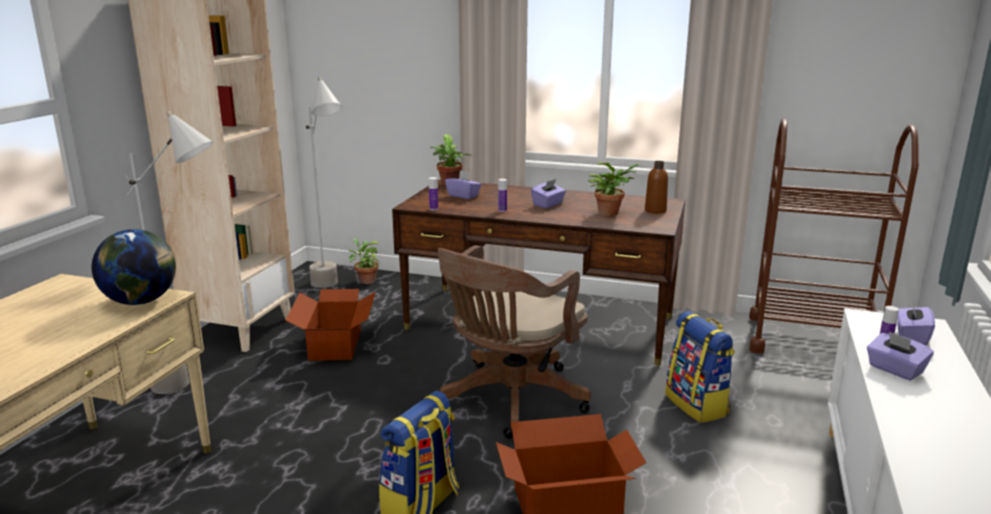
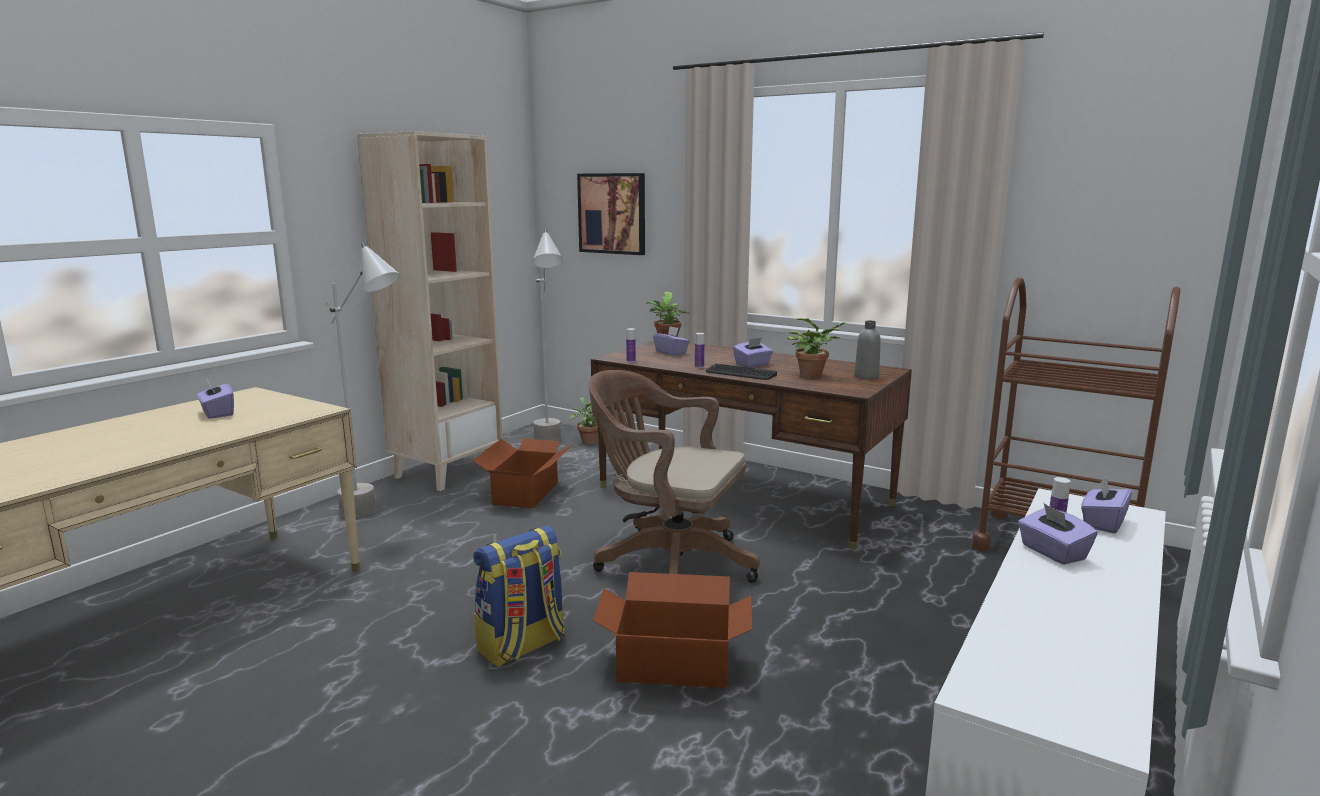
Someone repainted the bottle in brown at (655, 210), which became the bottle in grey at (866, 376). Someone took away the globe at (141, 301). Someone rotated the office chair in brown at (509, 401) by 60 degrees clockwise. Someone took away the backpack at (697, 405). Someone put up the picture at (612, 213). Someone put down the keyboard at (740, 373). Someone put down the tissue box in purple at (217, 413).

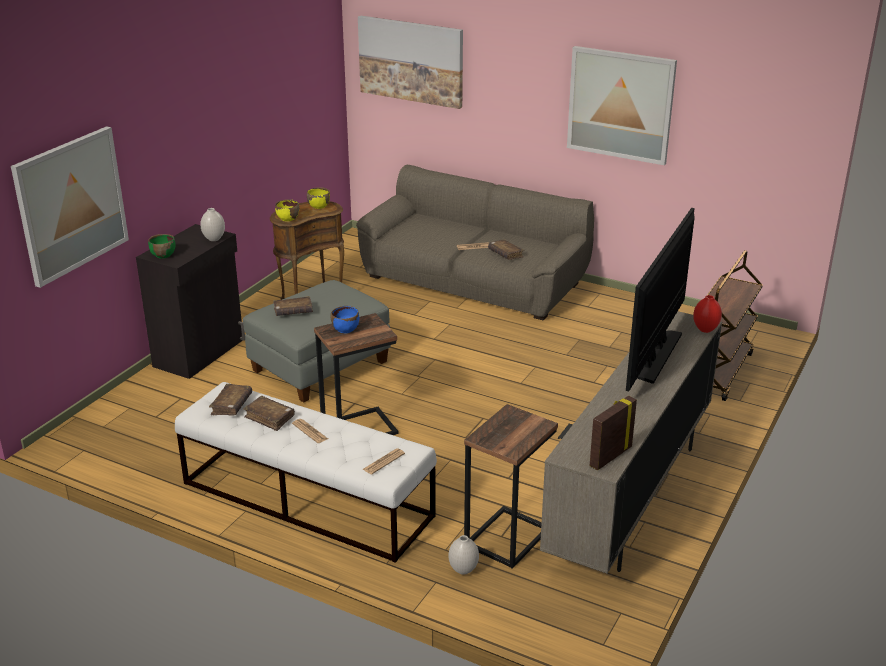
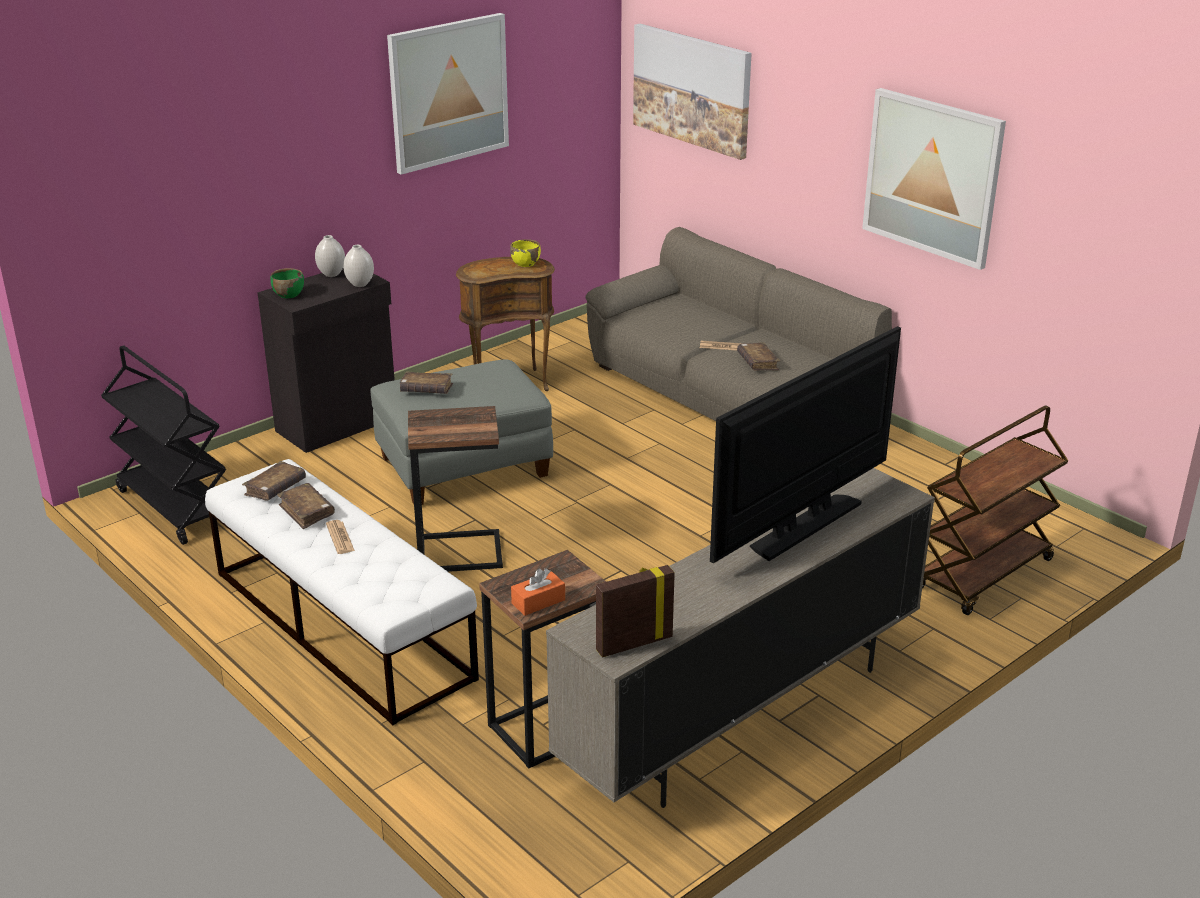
Someone carried the picture from (71, 205) to (448, 92). Someone took away the bowl in yellow at (288, 218). Someone took away the vase in red at (705, 330). Someone took away the bowl in blue at (345, 329). Someone took away the newspaper at (383, 462). Someone carried the vase in white from (464, 570) to (332, 274). Someone put down the cart in black at (174, 507). Someone put down the tissue box in orange at (538, 602).

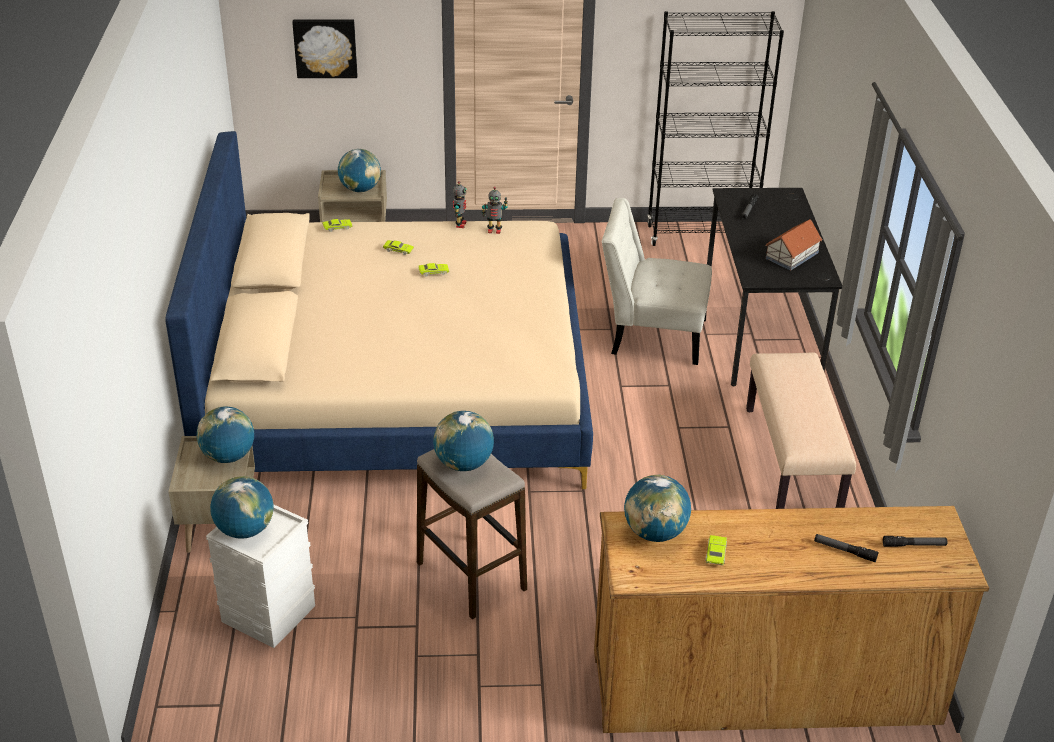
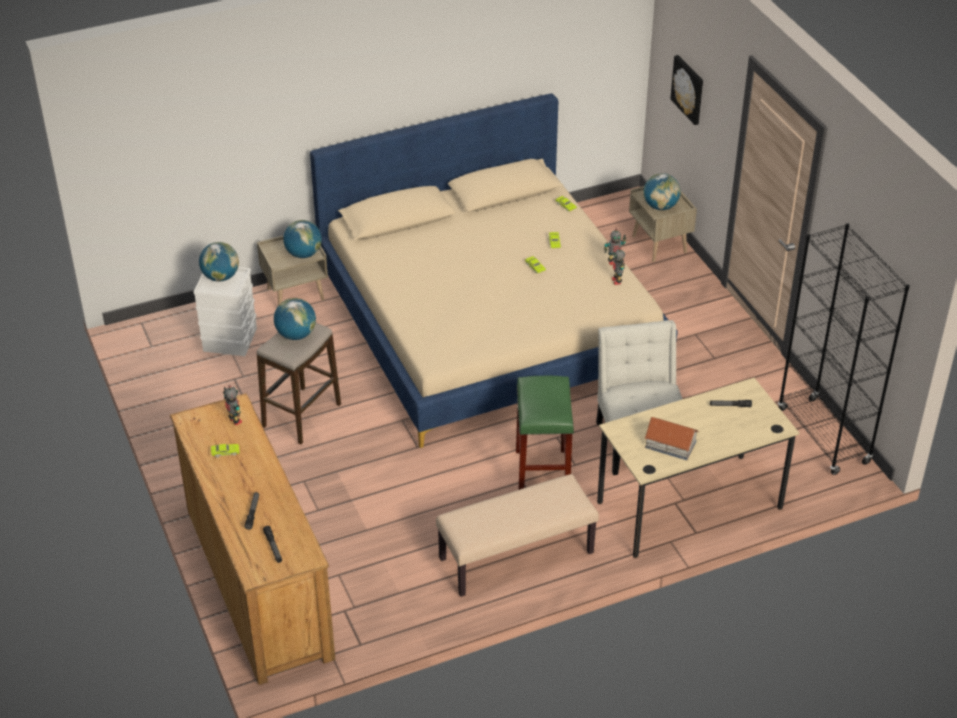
Someone repainted the desk in black at (760, 332), which became the desk in beige at (689, 505). Someone swapped the globe at (655, 533) for the toy robot at (234, 421). Someone put down the stool in green at (543, 474).

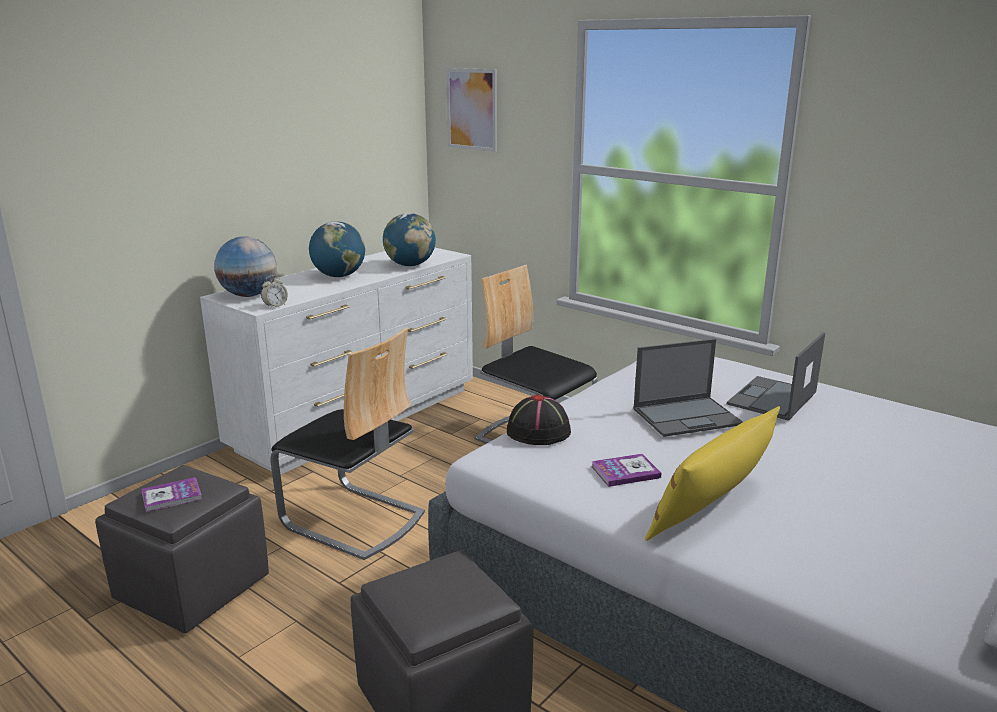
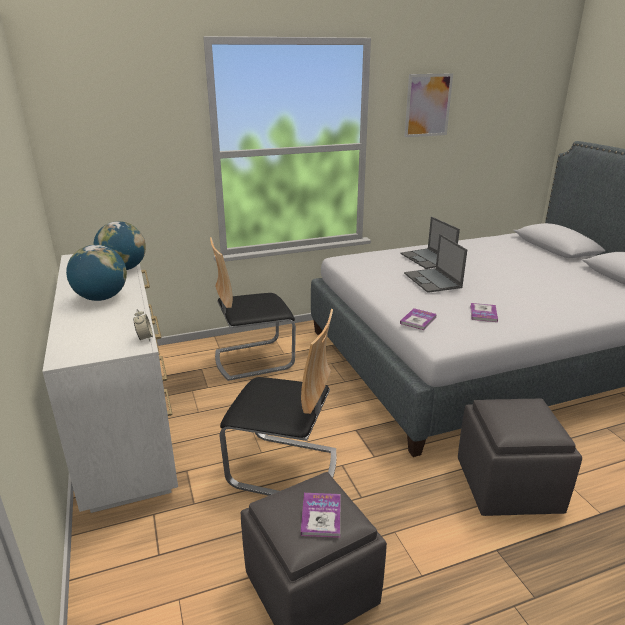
Someone carried the picture from (472, 109) to (428, 105). Someone took away the globe at (249, 295). Someone rotated the chair at (353, 520) by 45 degrees clockwise. Someone rotated the laptop at (688, 416) by 150 degrees clockwise. Someone swapped the hat in black at (539, 431) for the book at (418, 320). Someone took away the pillow in yellow at (712, 508).

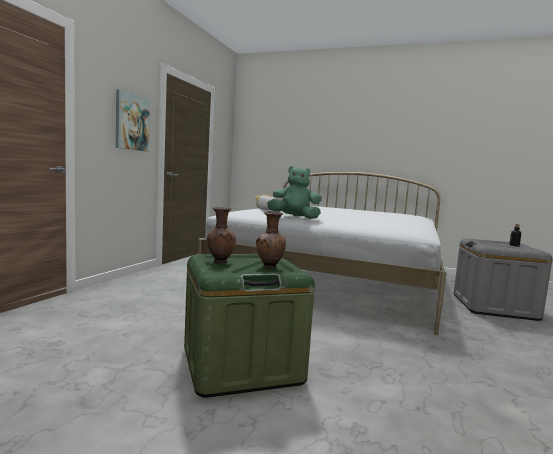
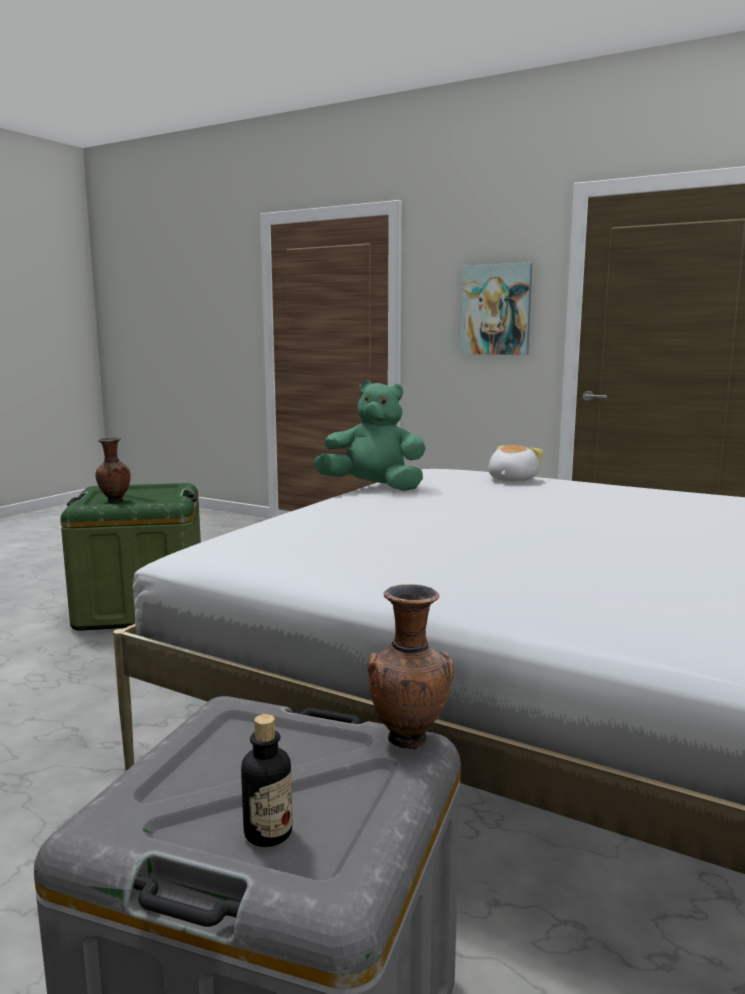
Someone rotated the plush toy in green at (294, 217) by 90 degrees counterclockwise. Someone carried the vase in brown from (219, 262) to (409, 739).

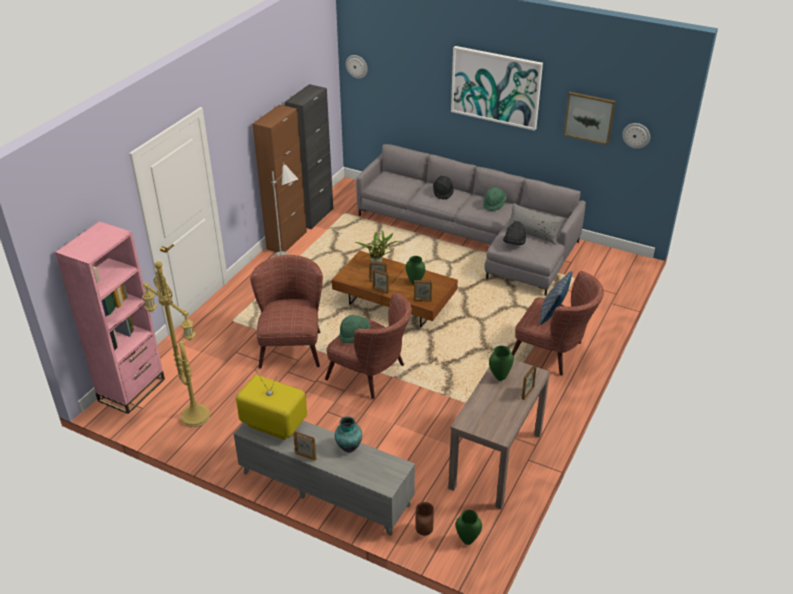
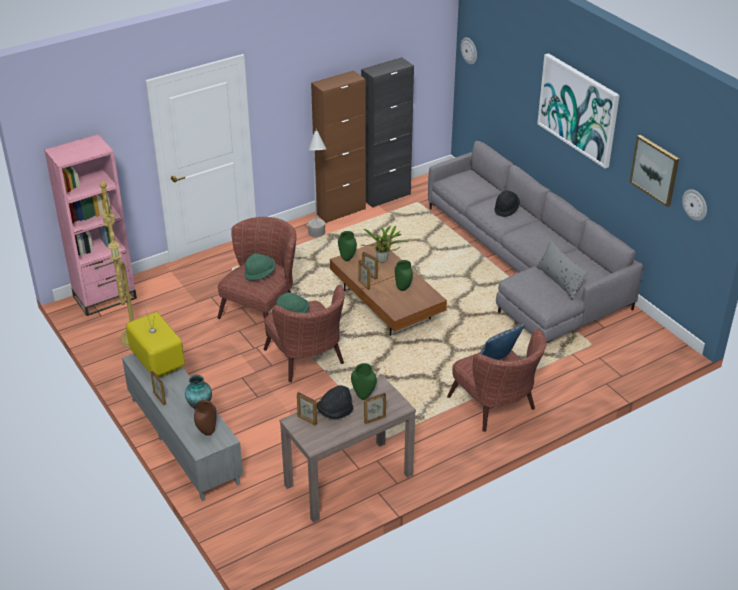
Someone carried the hat in green from (494, 205) to (260, 274). Someone carried the hat in black from (514, 243) to (335, 412). Someone carried the picture frame from (422, 300) to (307, 420). Someone carried the vase in brown from (423, 532) to (207, 432). Someone carried the vase in green from (467, 540) to (347, 259).

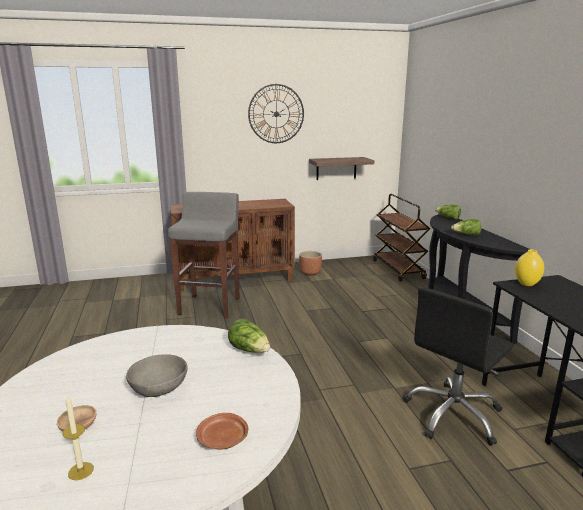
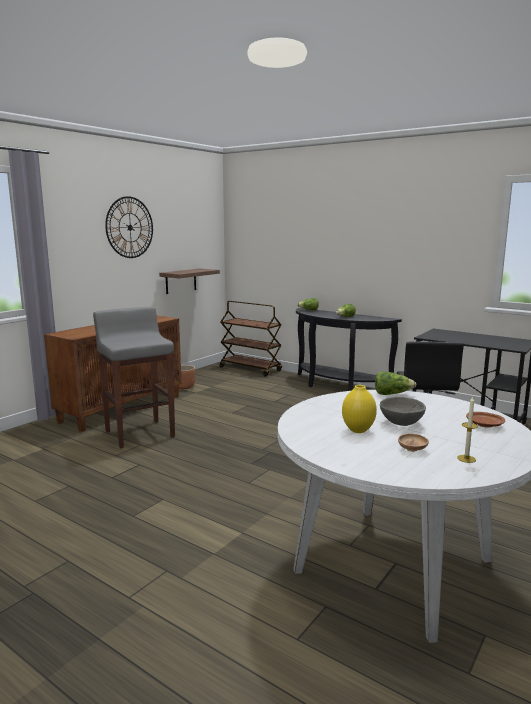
Someone carried the vase in yellow from (526, 284) to (358, 430).

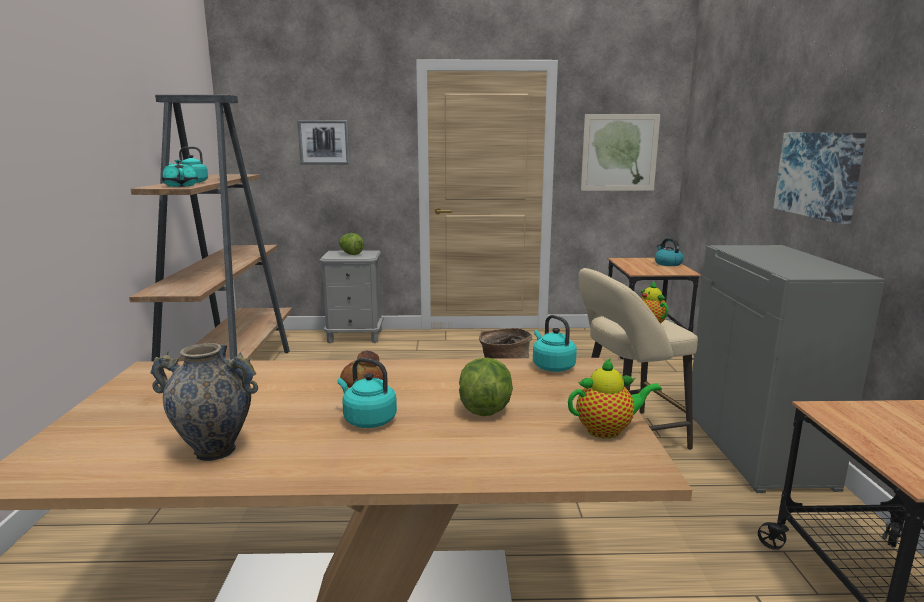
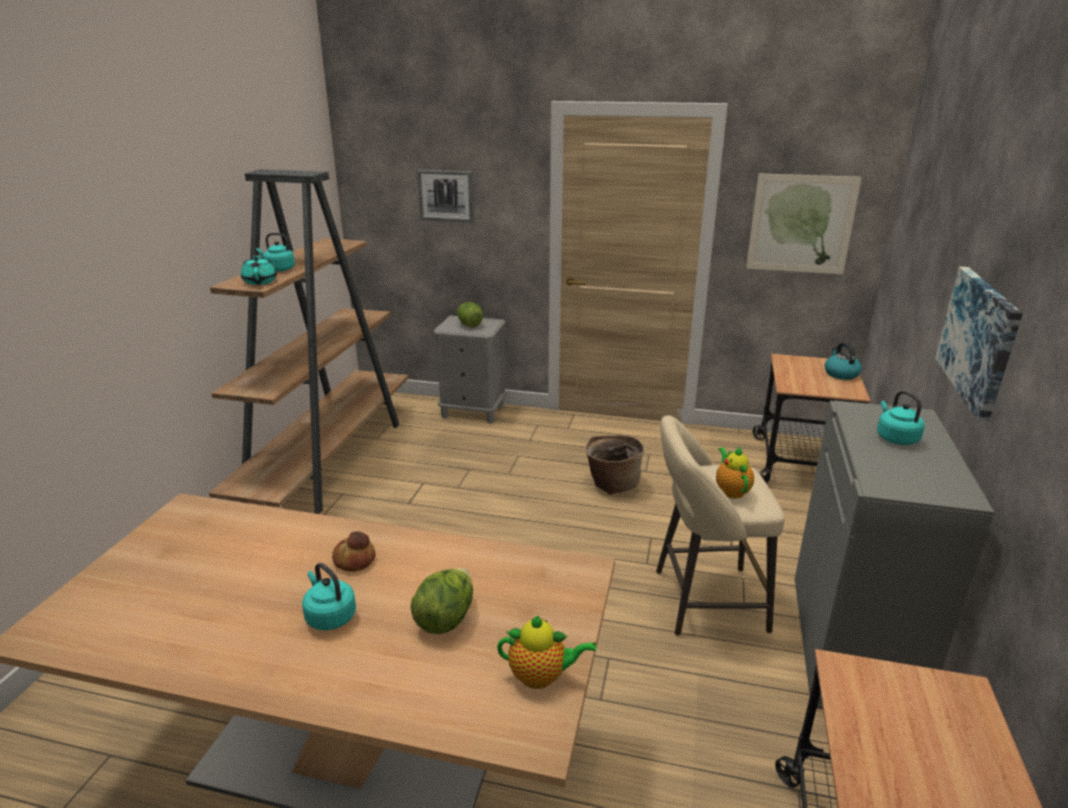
Someone carried the kettle in turquoise from (552, 366) to (895, 438). Someone took away the vase at (214, 450).

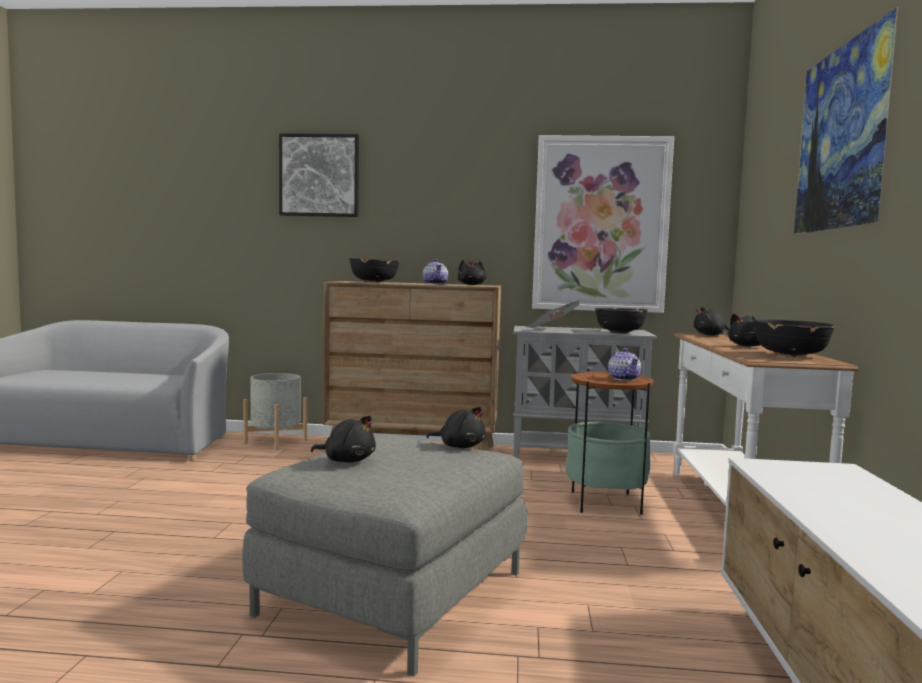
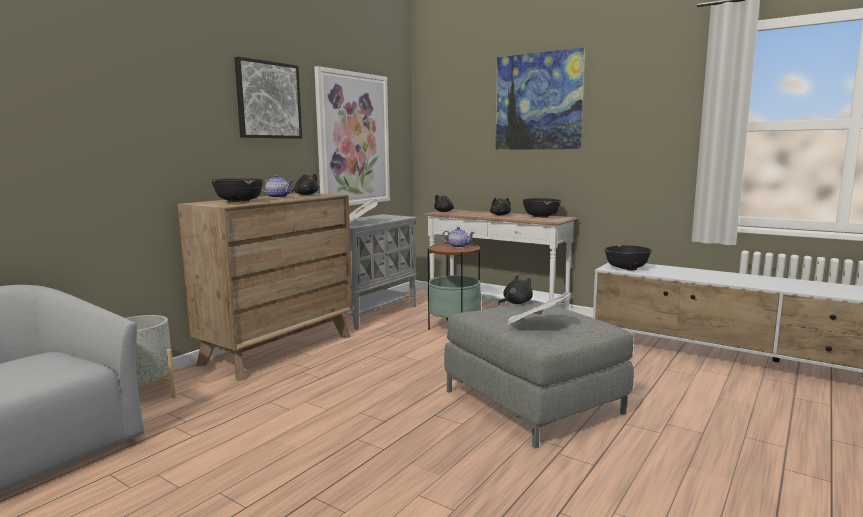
Someone carried the picture from (319, 175) to (268, 100). Someone carried the bowl in black from (619, 332) to (626, 268). Someone swapped the plush toy in black at (347, 460) for the newspaper at (535, 325).

